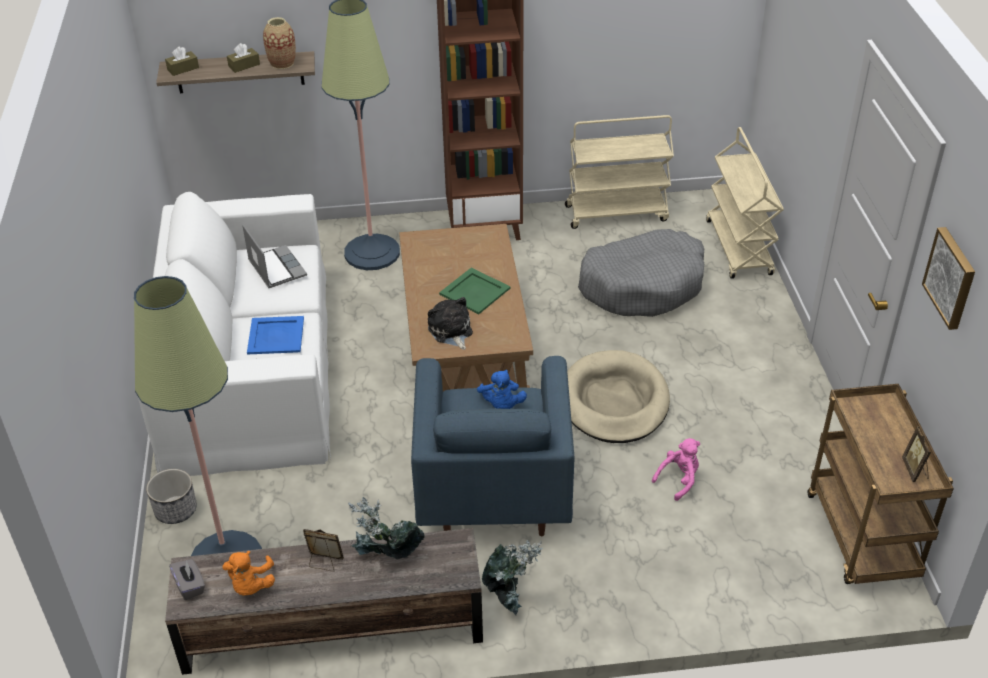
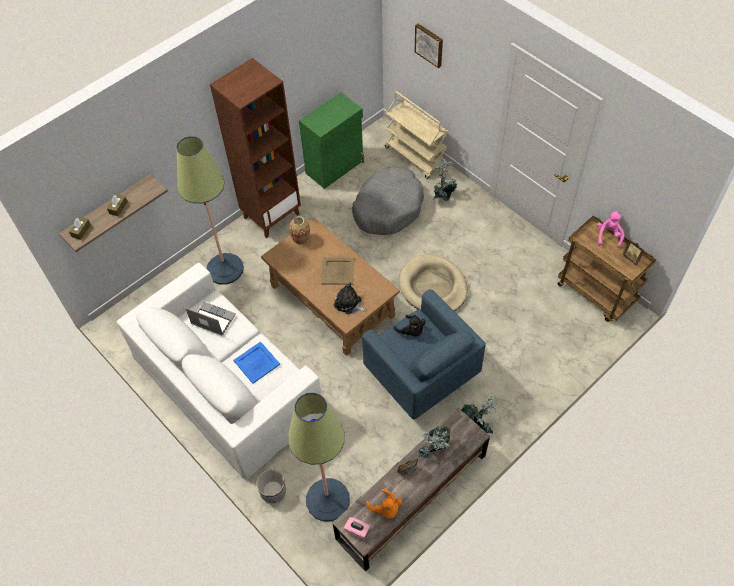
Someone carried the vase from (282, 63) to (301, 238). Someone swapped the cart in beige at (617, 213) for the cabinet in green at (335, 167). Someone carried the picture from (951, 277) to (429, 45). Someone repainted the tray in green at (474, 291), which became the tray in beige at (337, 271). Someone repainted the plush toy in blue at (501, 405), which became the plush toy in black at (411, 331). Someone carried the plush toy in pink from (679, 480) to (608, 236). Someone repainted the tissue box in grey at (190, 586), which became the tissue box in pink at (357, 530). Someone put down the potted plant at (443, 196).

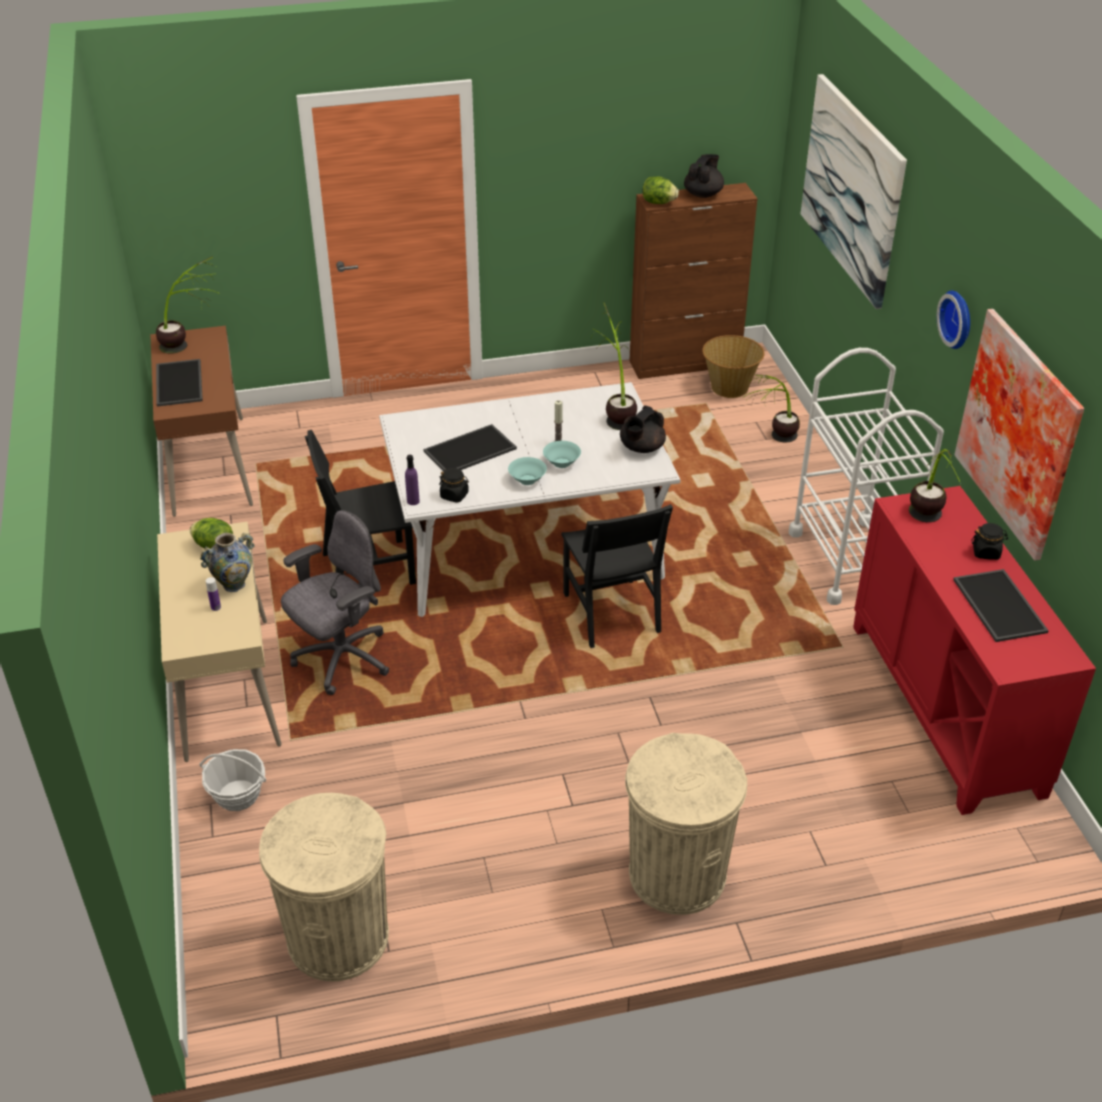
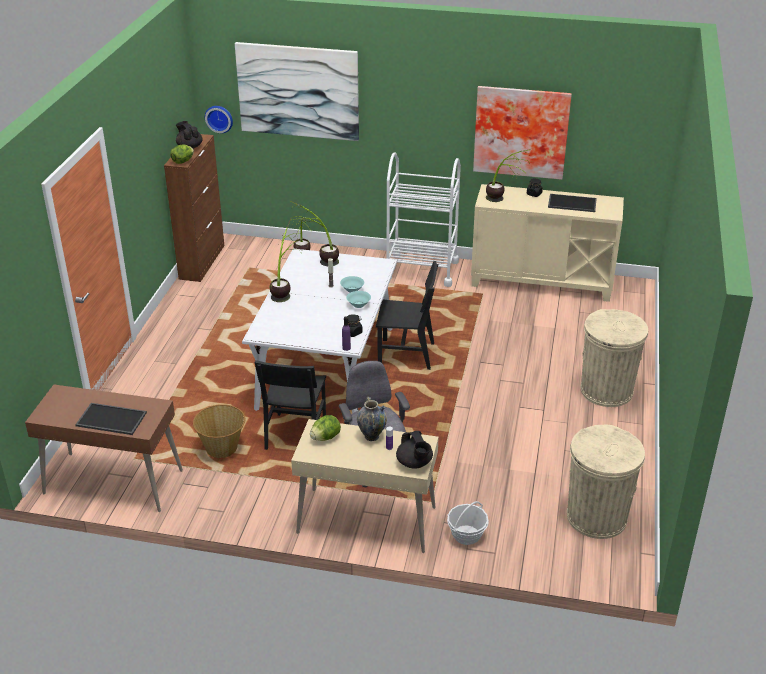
Someone carried the potted plant from (190, 345) to (285, 290). Someone carried the wall clock from (958, 319) to (219, 118). Someone carried the basket from (729, 388) to (222, 448). Someone carried the teapot in black from (641, 448) to (414, 463). Someone took away the tray at (470, 451). Someone repainted the cabinet in red at (946, 707), which became the cabinet in beige at (542, 281).

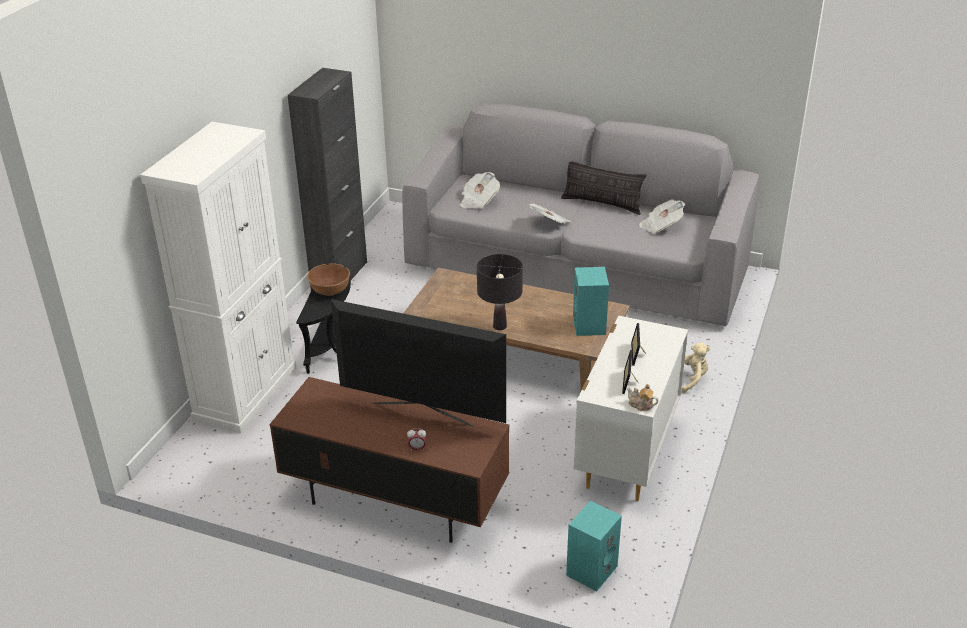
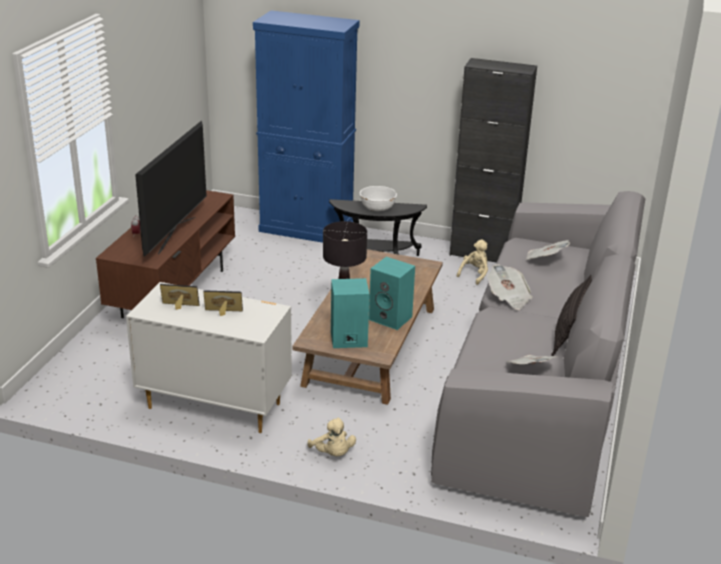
Someone repainted the cabinet in white at (246, 393), which became the cabinet in blue at (306, 229). Someone repainted the bowl in brown at (330, 290), which became the bowl in white at (377, 208). Someone took away the teapot at (641, 405). Someone carried the speaker in turquoise from (591, 569) to (391, 318). Someone put down the plush toy in beige at (474, 274).

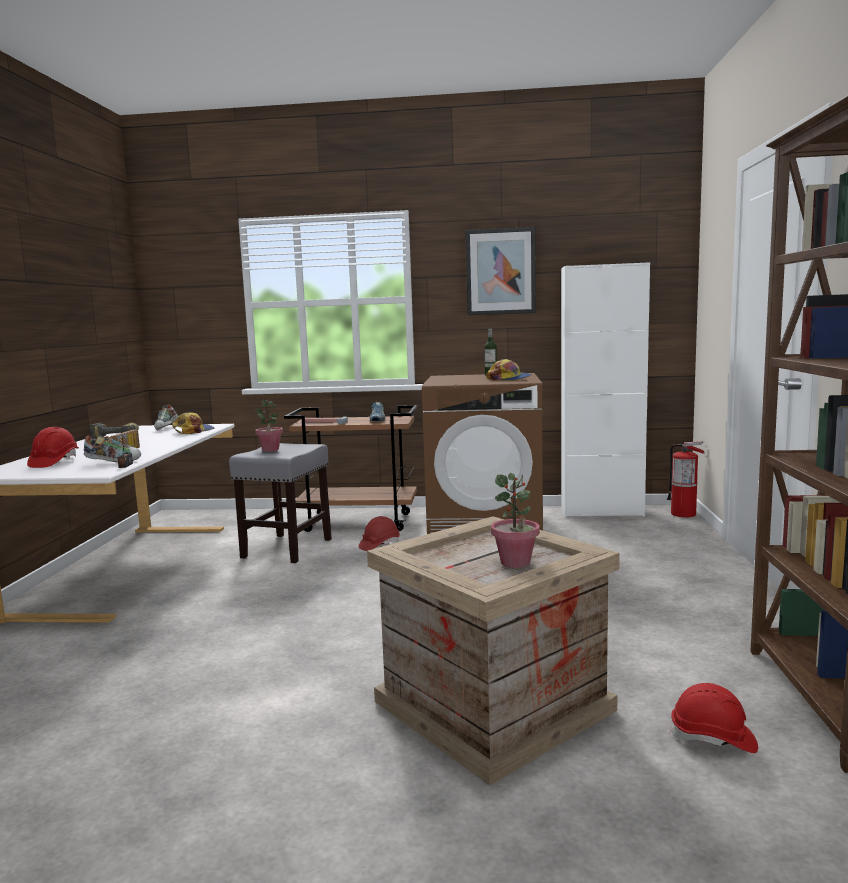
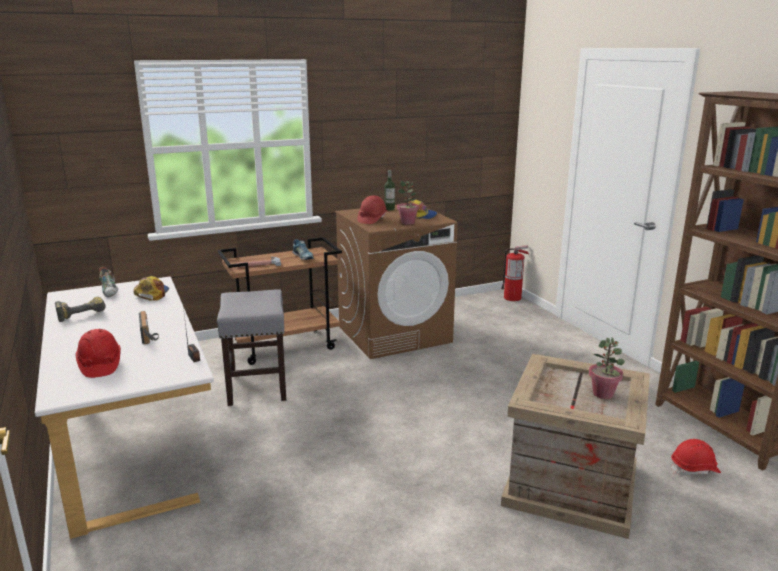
Someone took away the picture at (500, 271). Someone took away the cabinet in white at (601, 512). Someone carried the potted plant from (270, 450) to (408, 223). Someone took away the shoe at (113, 461). Someone carried the hard hat in red from (379, 545) to (372, 220).

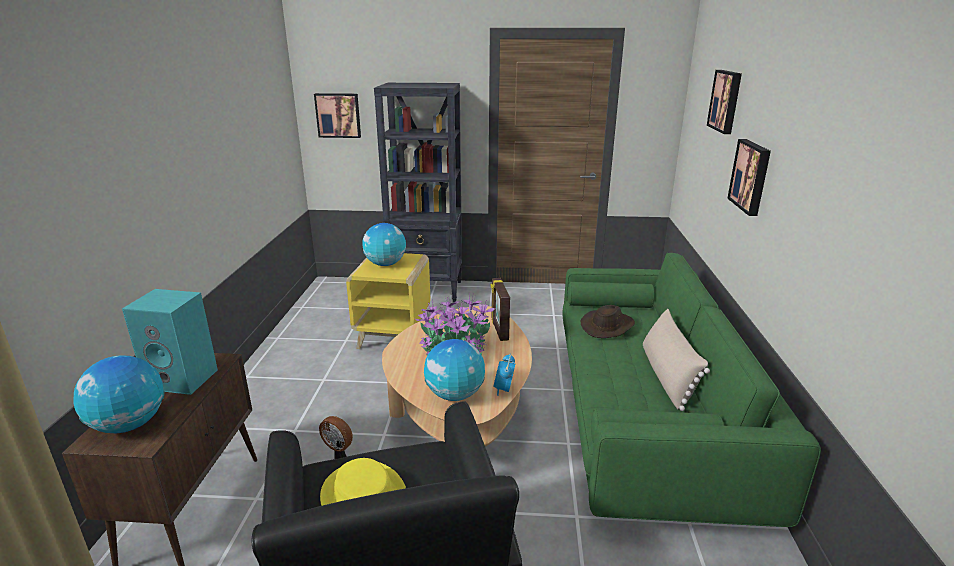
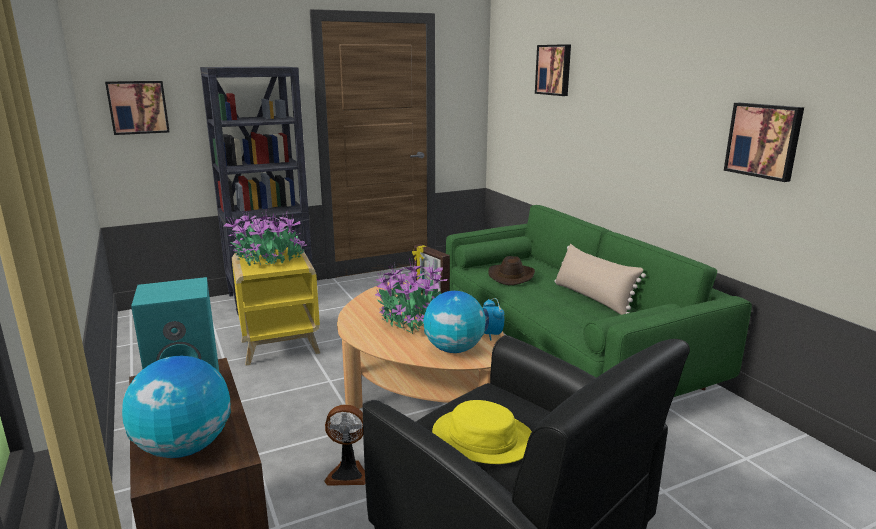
Someone carried the picture from (751, 176) to (764, 140). Someone swapped the globe at (385, 264) for the potted plant at (268, 260).

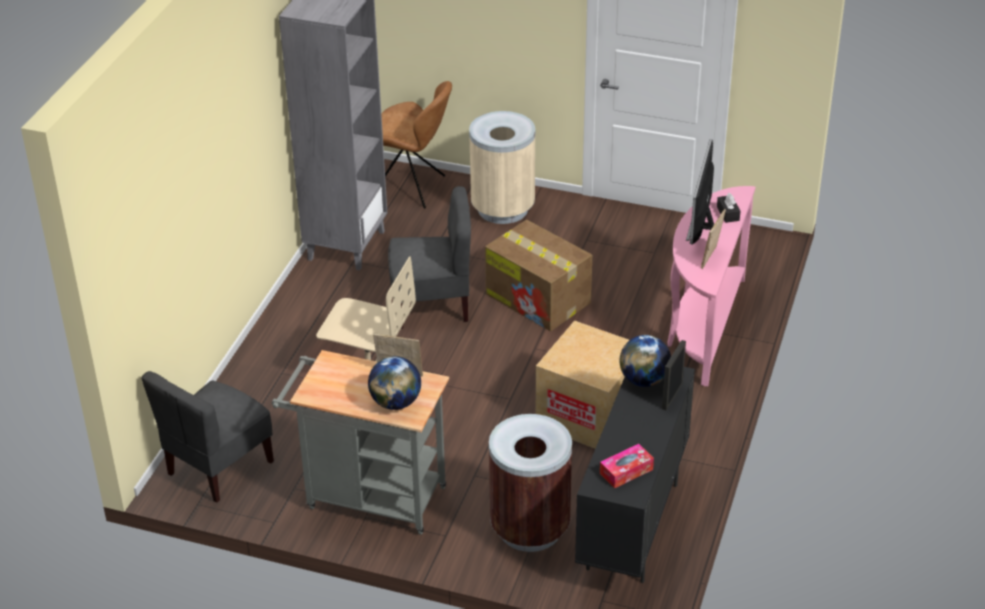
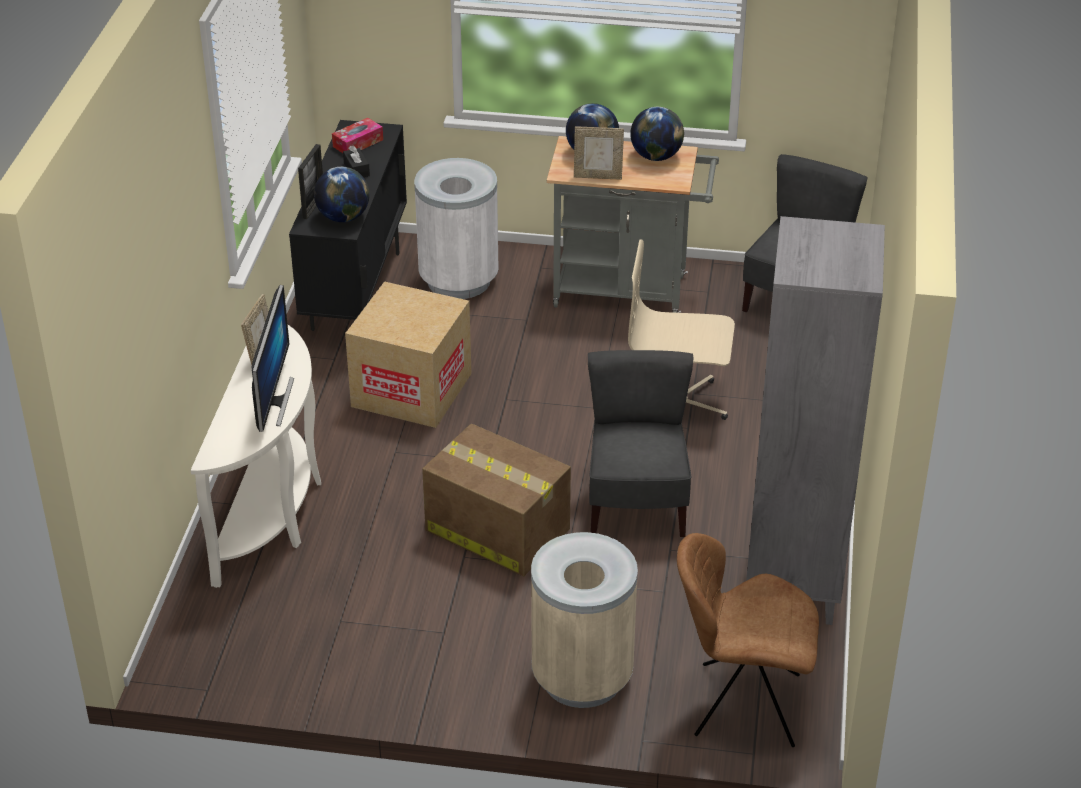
Someone rotated the chair in grey at (432, 305) by 105 degrees clockwise. Someone repainted the console table in pink at (703, 327), which became the console table in white at (274, 511). Someone carried the tissue box in black from (728, 213) to (356, 169). Someone repainted the trash can in brown at (529, 528), which became the trash can in white at (459, 280). Someone put down the globe at (656, 156).

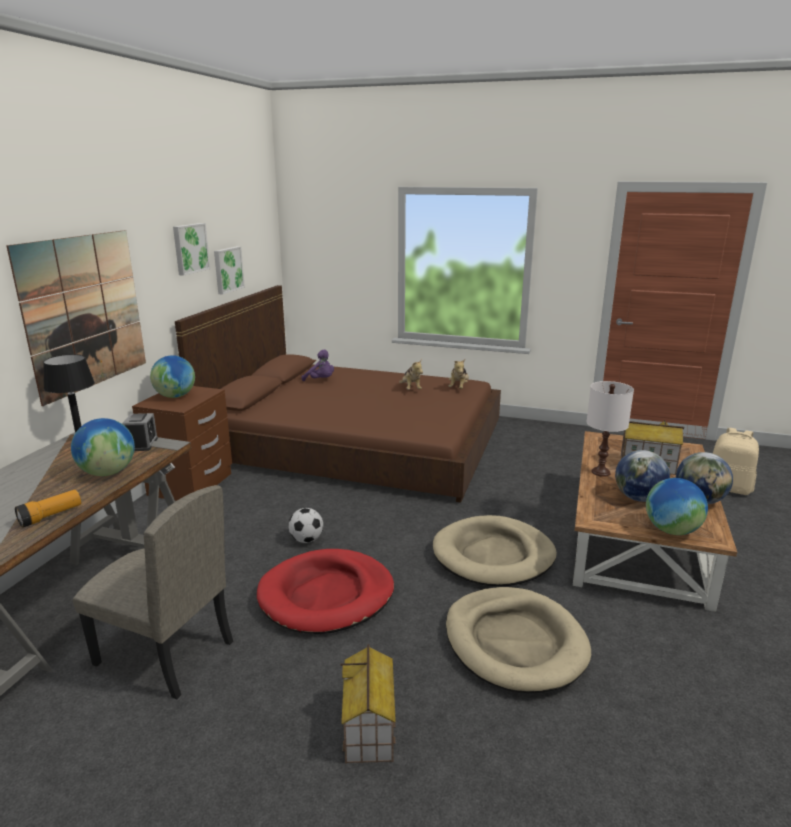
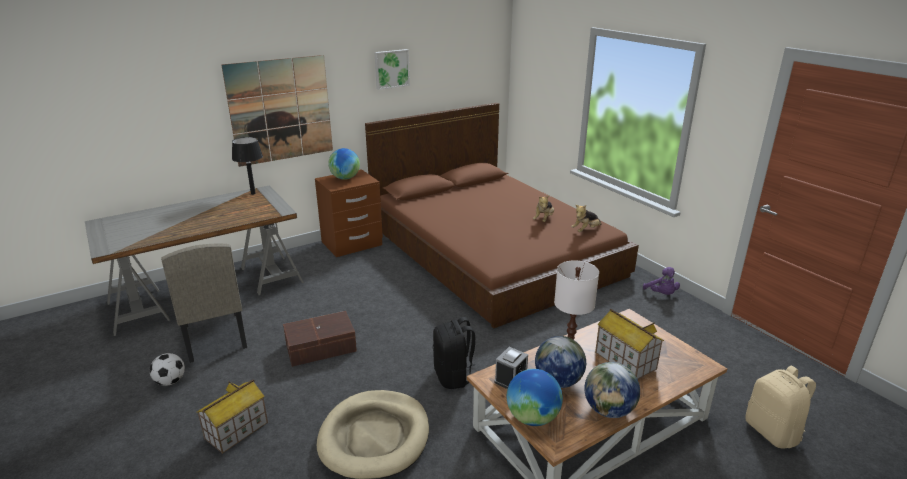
Someone took away the picture at (227, 269). Someone carried the plush toy in purple from (320, 380) to (661, 294). Someone carried the alarm clock from (142, 444) to (511, 378). Someone took away the globe at (108, 472). Someone took away the flashlight at (51, 516). Someone carried the football from (306, 540) to (170, 381). Someone swapped the dog bed in beige at (493, 555) for the backpack in black at (454, 376). Someone swapped the dog bed in red at (326, 595) for the storage box in brown at (321, 347).

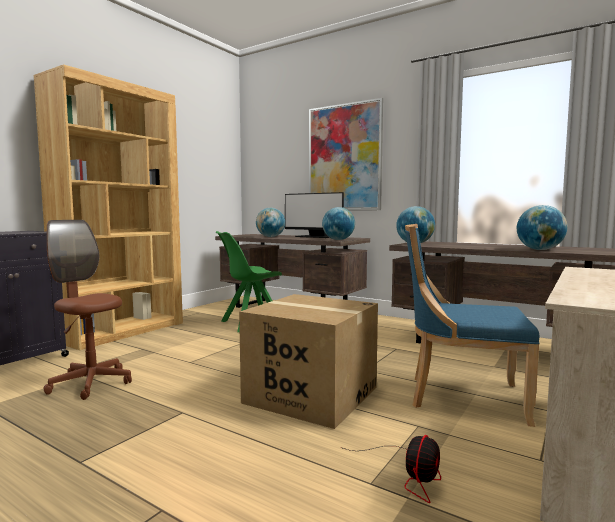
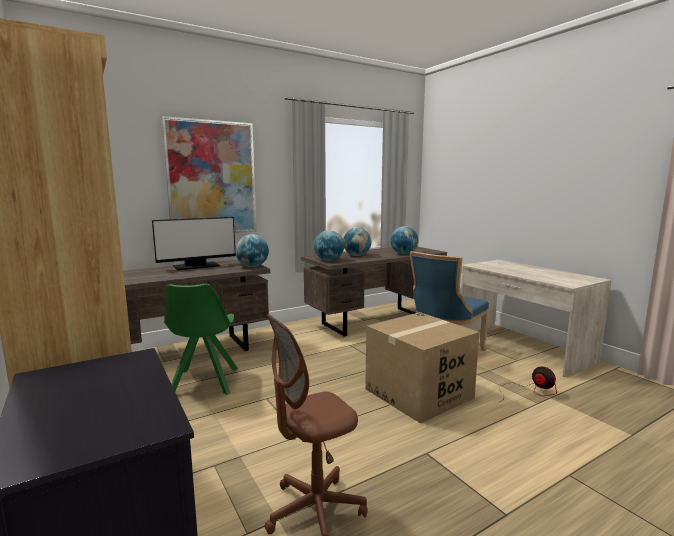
Someone carried the globe from (270, 237) to (356, 255).

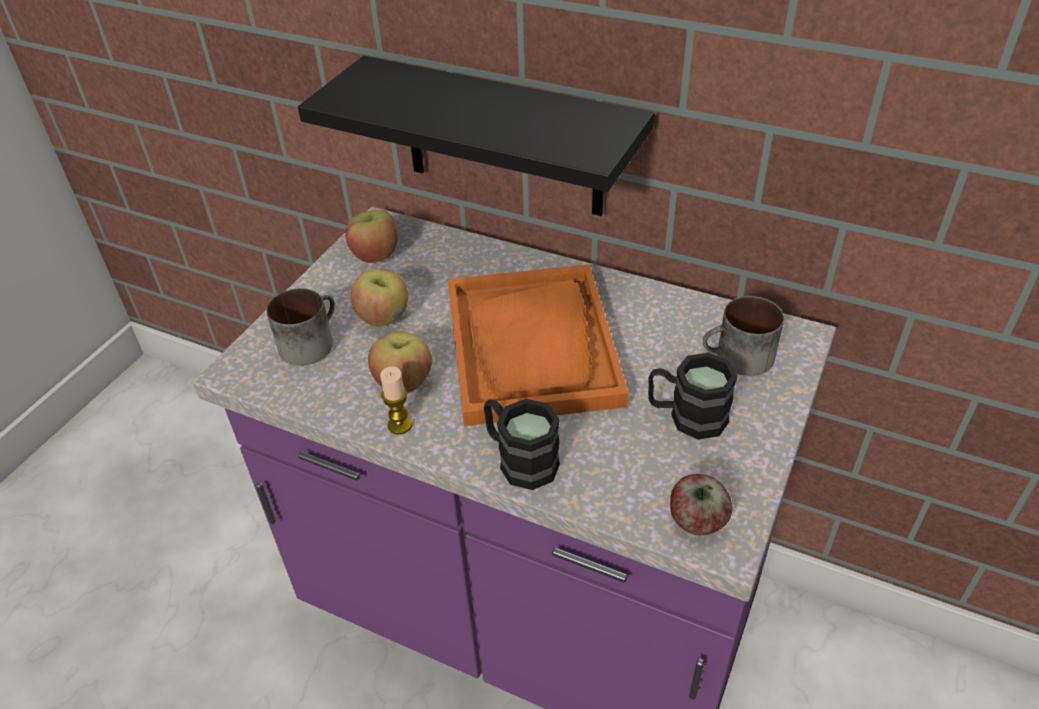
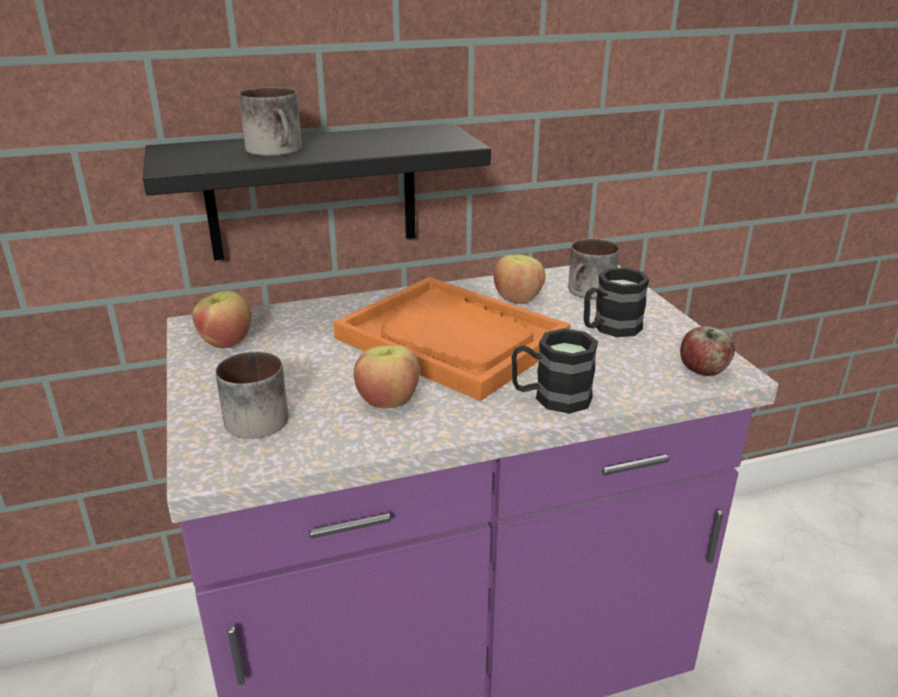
Someone carried the apple from (383, 317) to (518, 299). Someone took away the candle at (400, 425). Someone put down the mug at (279, 150).

